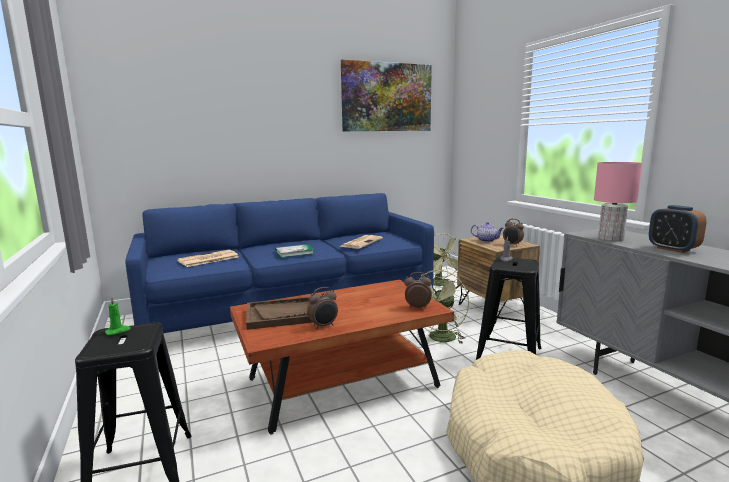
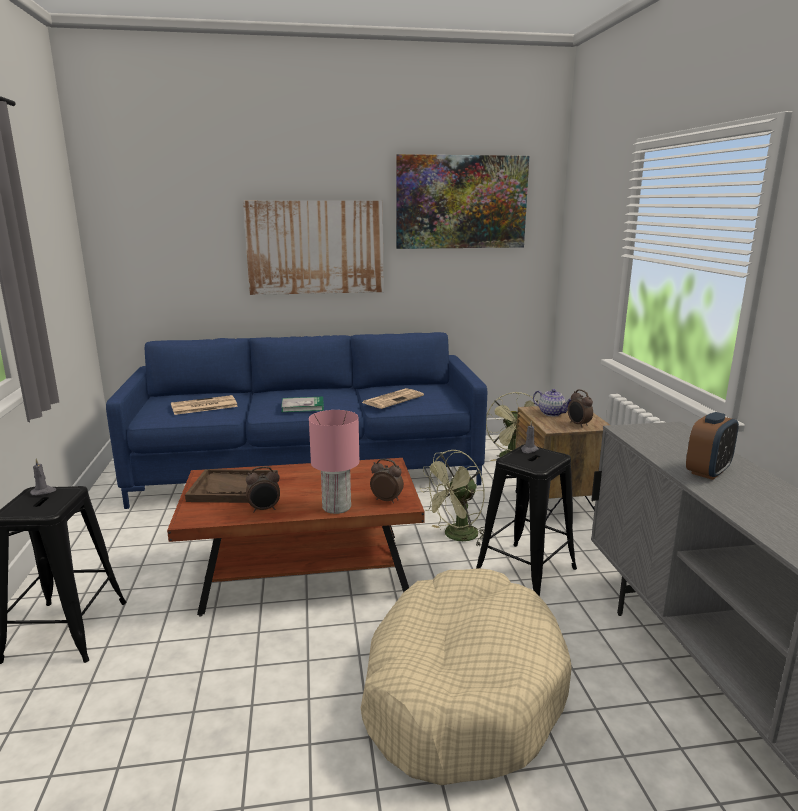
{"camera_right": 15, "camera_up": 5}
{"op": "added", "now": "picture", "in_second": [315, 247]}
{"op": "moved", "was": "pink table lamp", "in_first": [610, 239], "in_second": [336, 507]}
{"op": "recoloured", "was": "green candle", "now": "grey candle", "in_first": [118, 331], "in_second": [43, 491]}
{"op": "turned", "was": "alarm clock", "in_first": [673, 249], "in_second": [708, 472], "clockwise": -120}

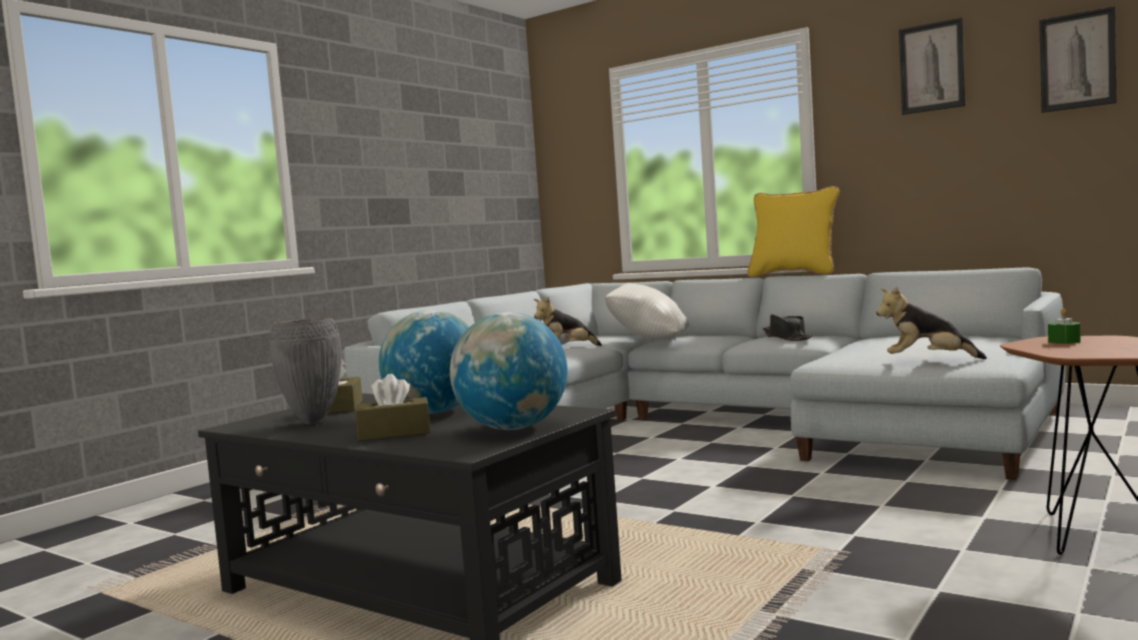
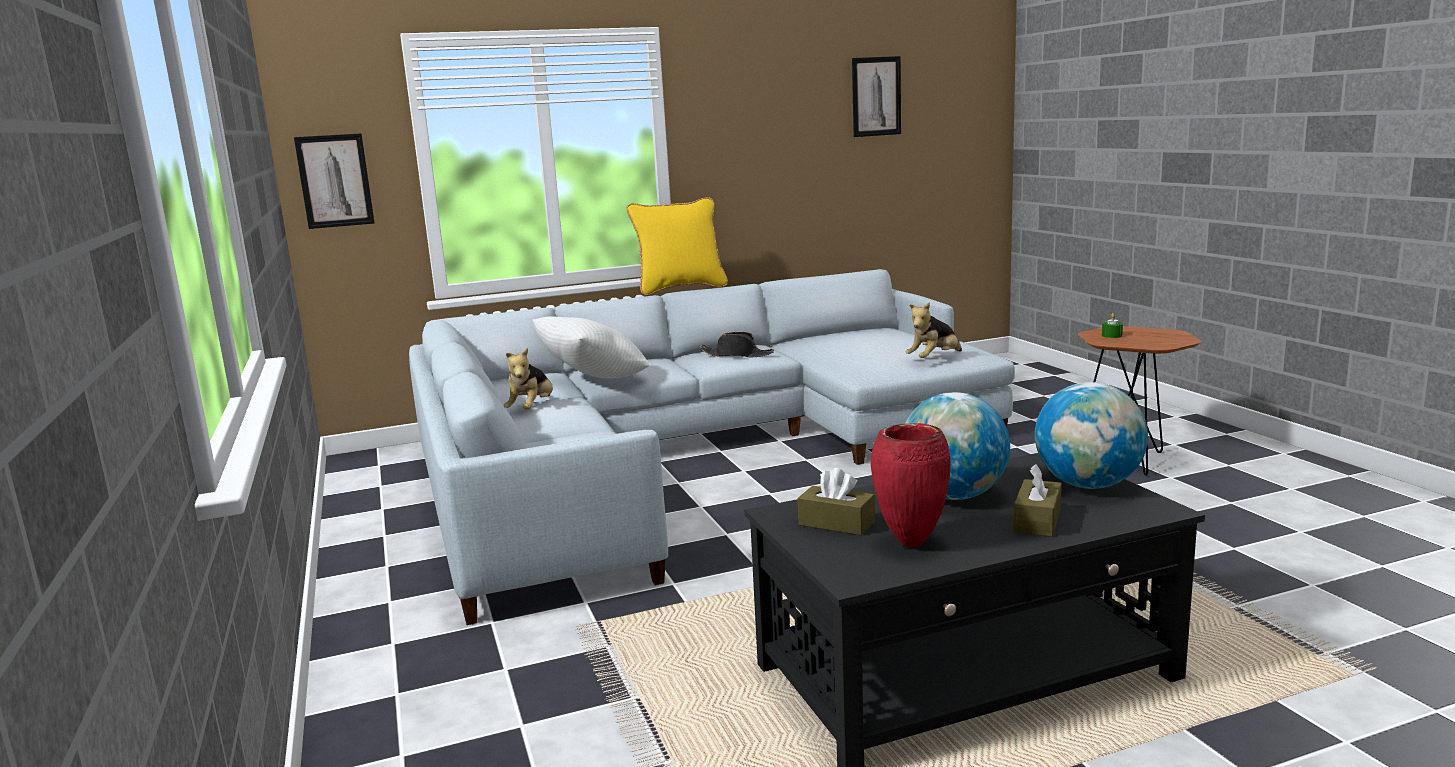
{"camera_right": -55, "camera_up": 10}
{"op": "moved", "was": "picture", "in_first": [932, 67], "in_second": [335, 181]}
{"op": "recoloured", "was": "grey vase", "now": "red vase", "in_first": [314, 422], "in_second": [909, 543]}

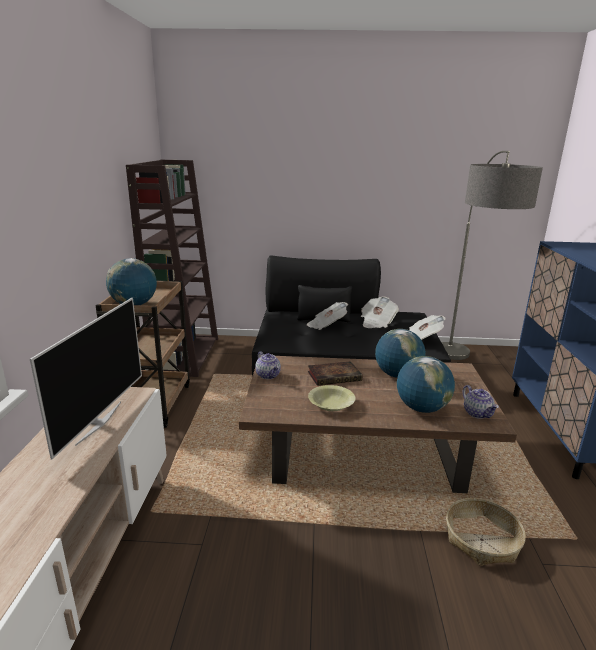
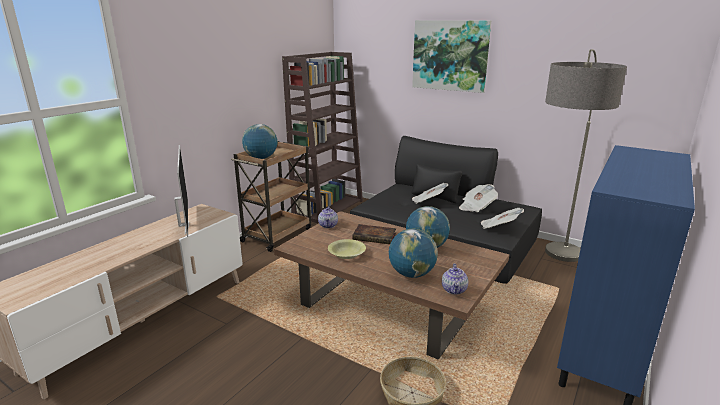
{"camera_right": 30, "camera_up": 0}
{"op": "added", "now": "picture", "in_second": [450, 55]}
{"op": "turned", "was": "television", "in_first": [98, 422], "in_second": [184, 225], "clockwise": -60}

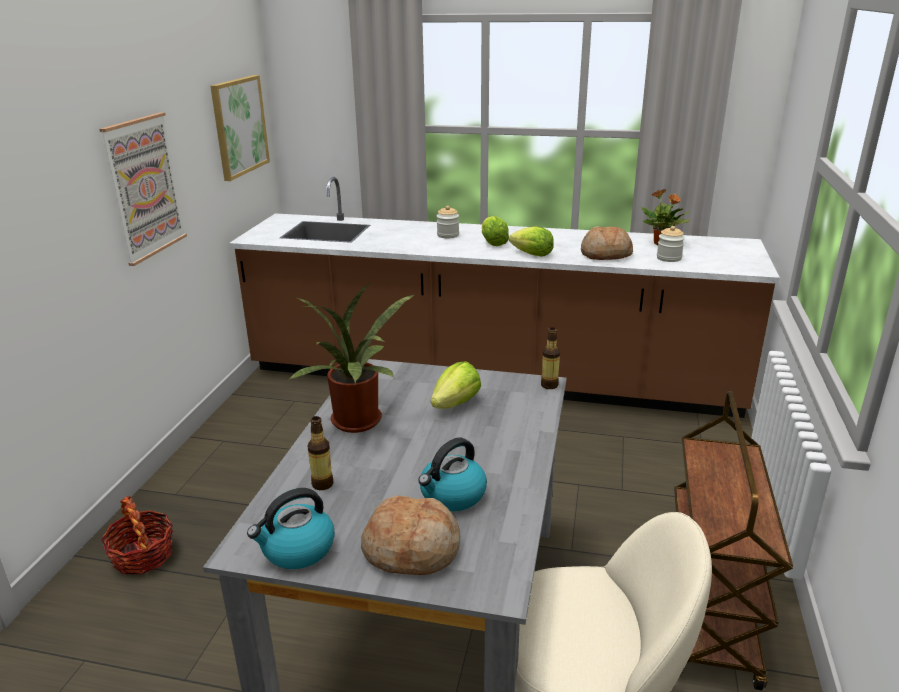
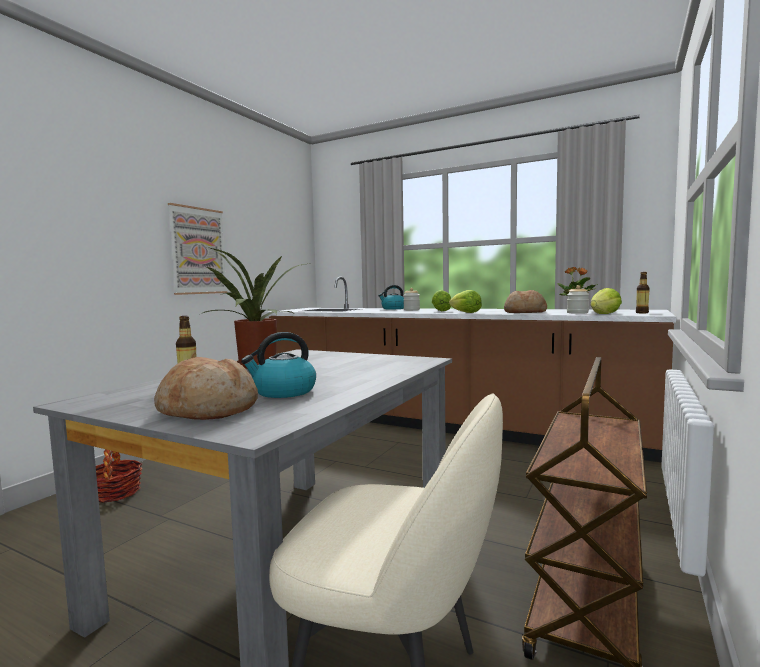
{"camera_right": 15, "camera_up": -20}
{"op": "removed", "was": "picture", "in_first": [239, 126]}
{"op": "moved", "was": "kettle", "in_first": [297, 550], "in_second": [393, 308]}
{"op": "moved", "was": "lettuce", "in_first": [456, 403], "in_second": [604, 314]}
{"op": "moved", "was": "bottle", "in_first": [549, 385], "in_second": [642, 313]}

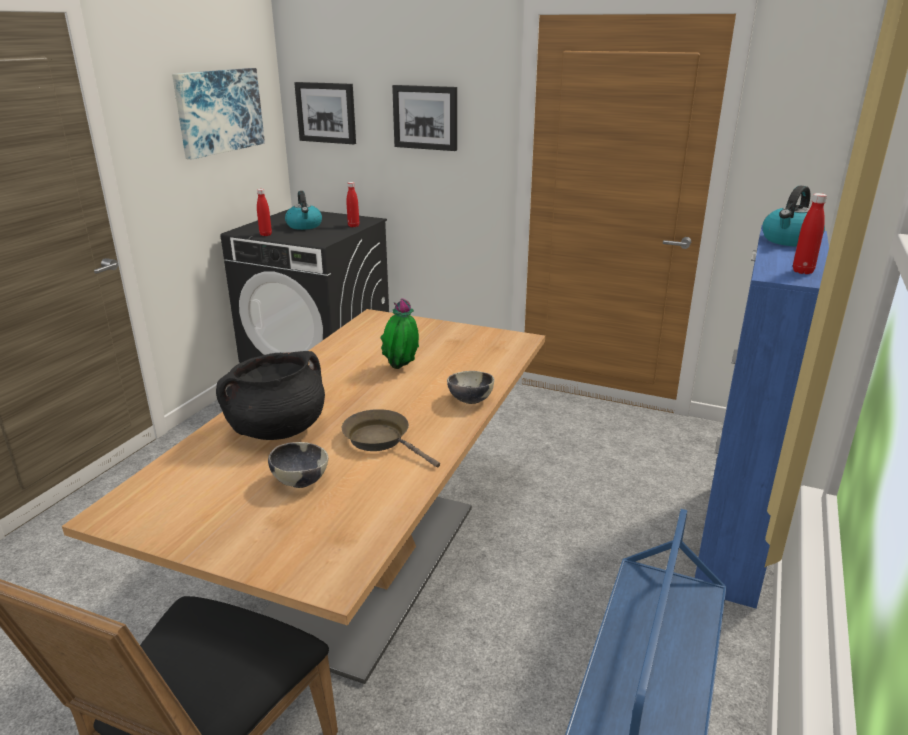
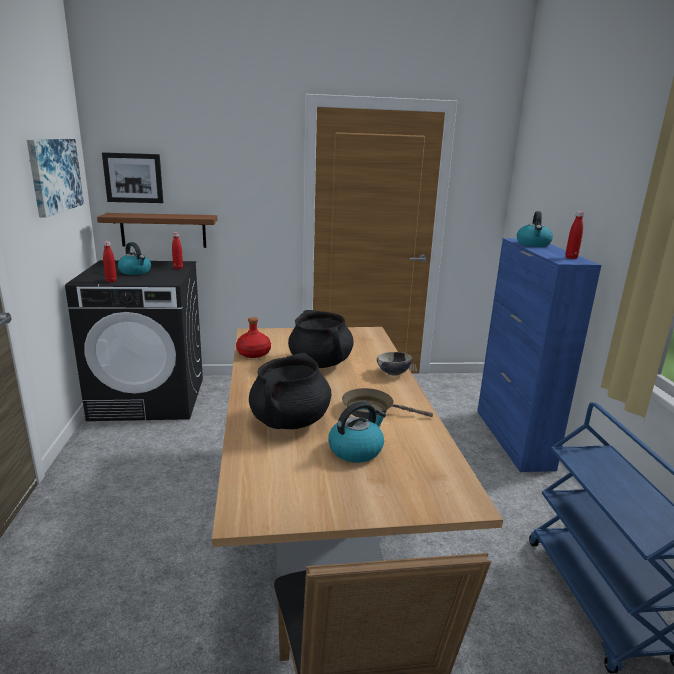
{"camera_right": -30, "camera_up": -5}
{"op": "removed", "was": "picture", "in_first": [425, 117]}
{"op": "added", "now": "brown shelf", "in_second": [163, 230]}
{"op": "added", "now": "red bottle", "in_second": [253, 353]}
{"op": "replaced", "was": "bowl", "now": "kettle", "in_first": [300, 481], "in_second": [356, 449]}
{"op": "replaced", "was": "potted plant", "now": "black cooking pot", "in_first": [401, 369], "in_second": [320, 363]}

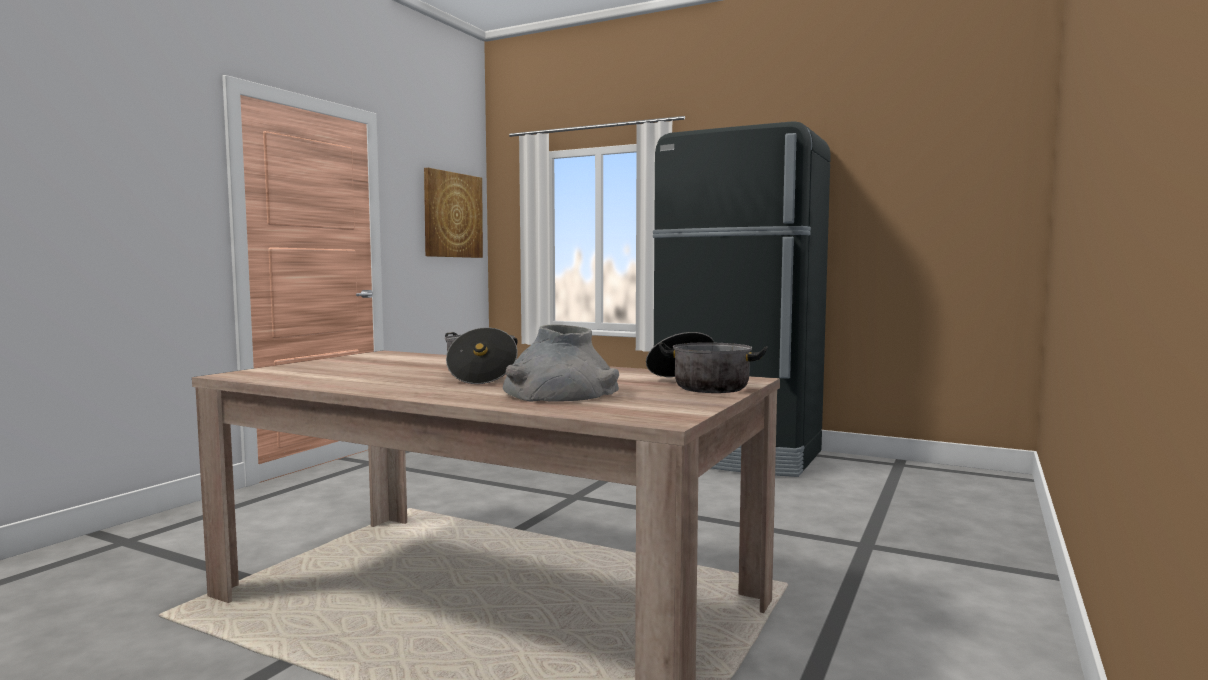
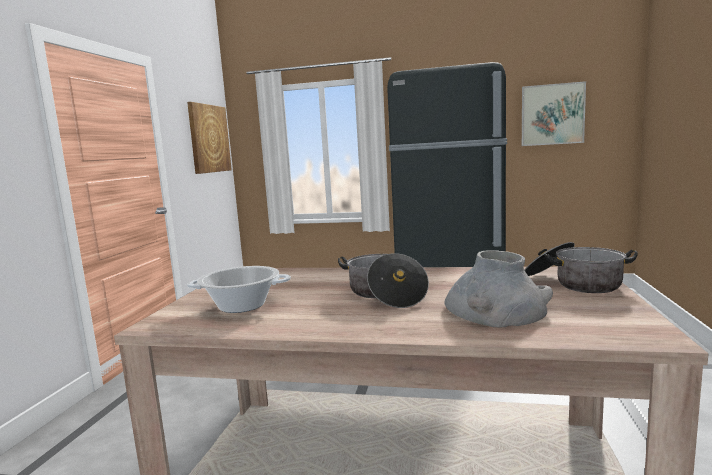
{"camera_right": -15, "camera_up": 5}
{"op": "added", "now": "cooking pot", "in_second": [242, 306]}
{"op": "added", "now": "picture", "in_second": [552, 114]}

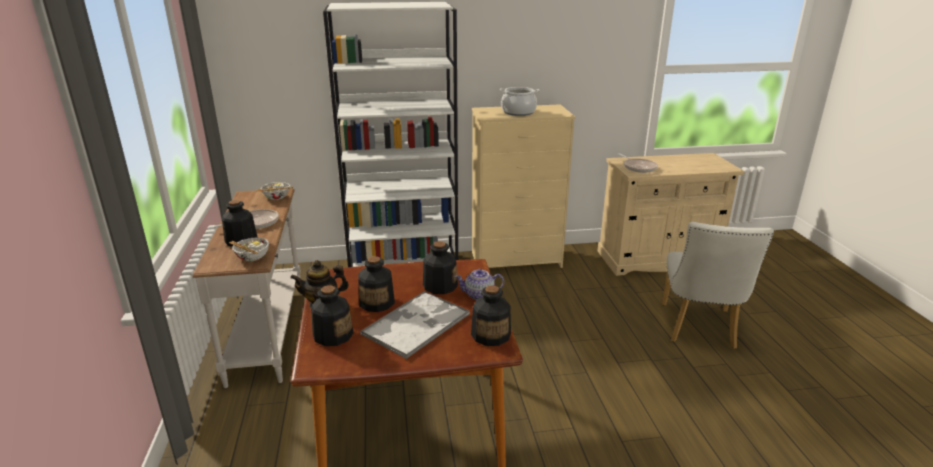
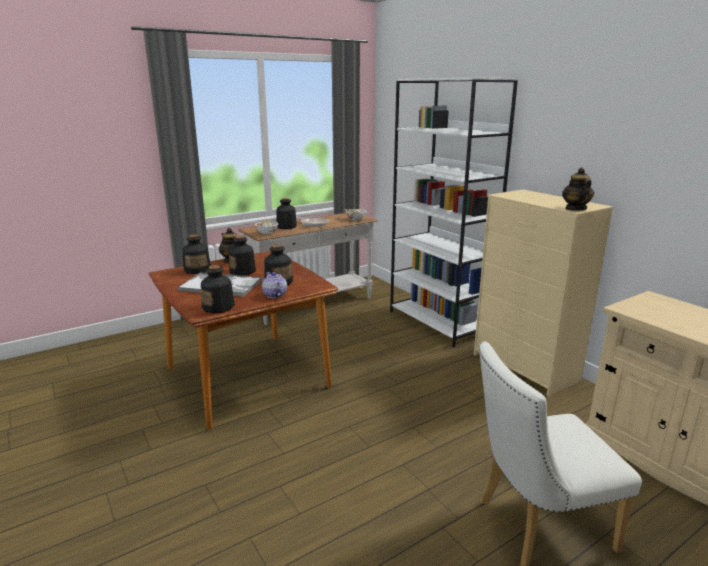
{"camera_right": 65, "camera_up": -5}
{"op": "removed", "was": "cooking pot", "in_first": [518, 112]}
{"op": "removed", "was": "frying pan", "in_first": [638, 167]}
{"op": "added", "now": "teapot", "in_second": [575, 209]}

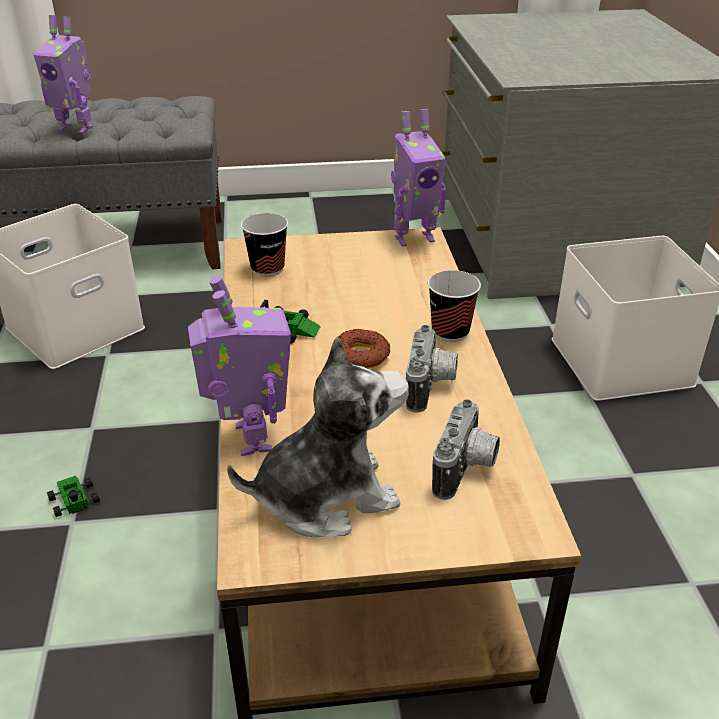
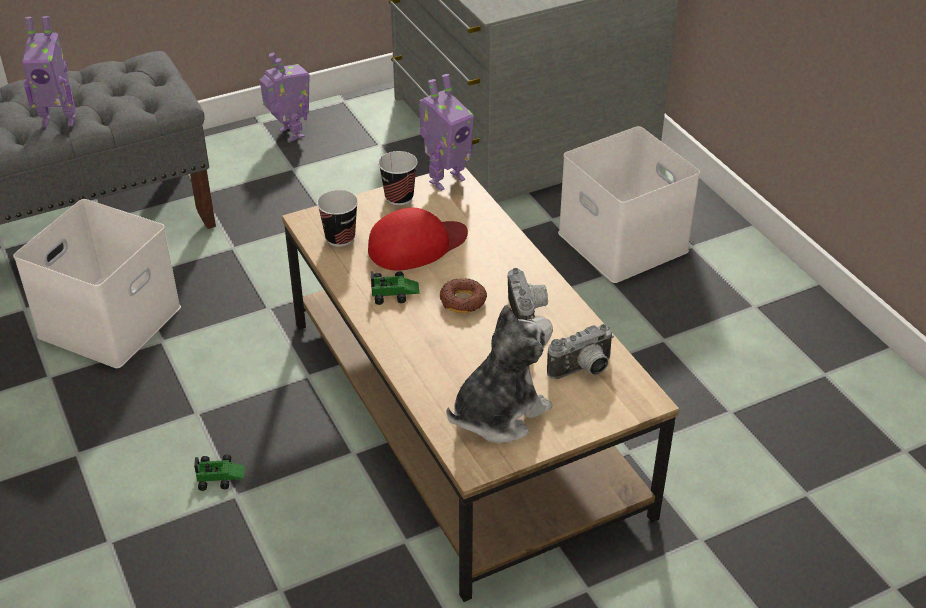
{"camera_right": -20, "camera_up": 5}
{"op": "added", "now": "red cap", "in_second": [416, 245]}
{"op": "moved", "was": "toy robot", "in_first": [249, 438], "in_second": [290, 134]}
{"op": "moved", "was": "cup", "in_first": [450, 332], "in_second": [399, 197]}
{"op": "turned", "was": "toy car", "in_first": [72, 496], "in_second": [221, 475], "clockwise": 135}
{"op": "turned", "was": "photo camera", "in_first": [466, 470], "in_second": [583, 370], "clockwise": 60}

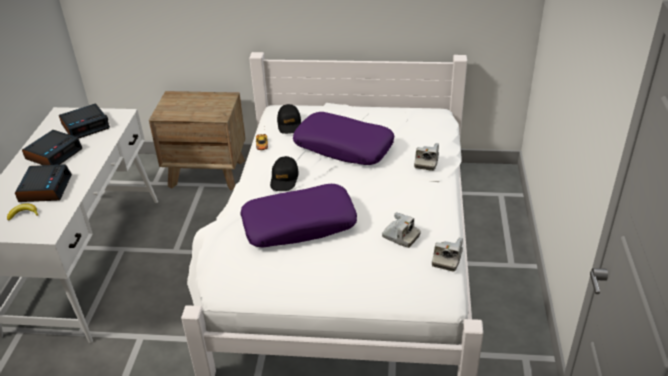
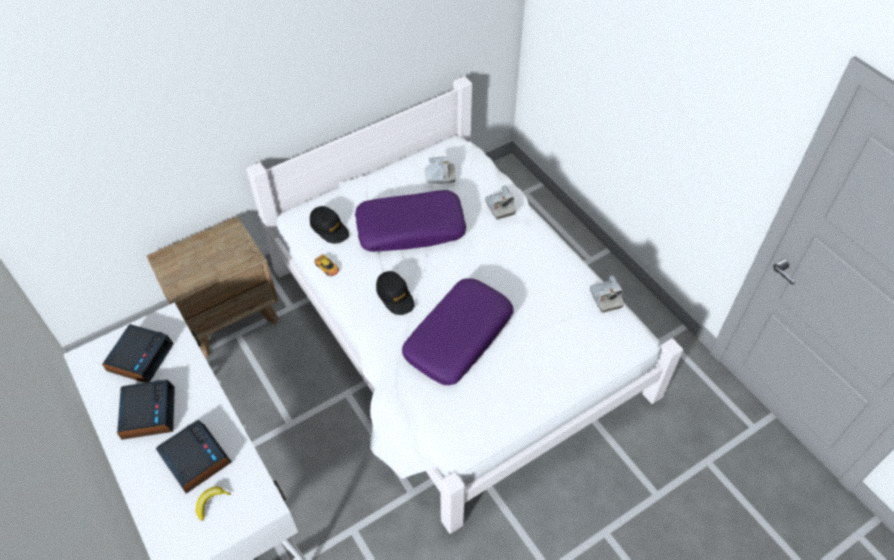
{"camera_right": -40, "camera_up": 15}
{"op": "moved", "was": "photo camera", "in_first": [400, 236], "in_second": [440, 176]}

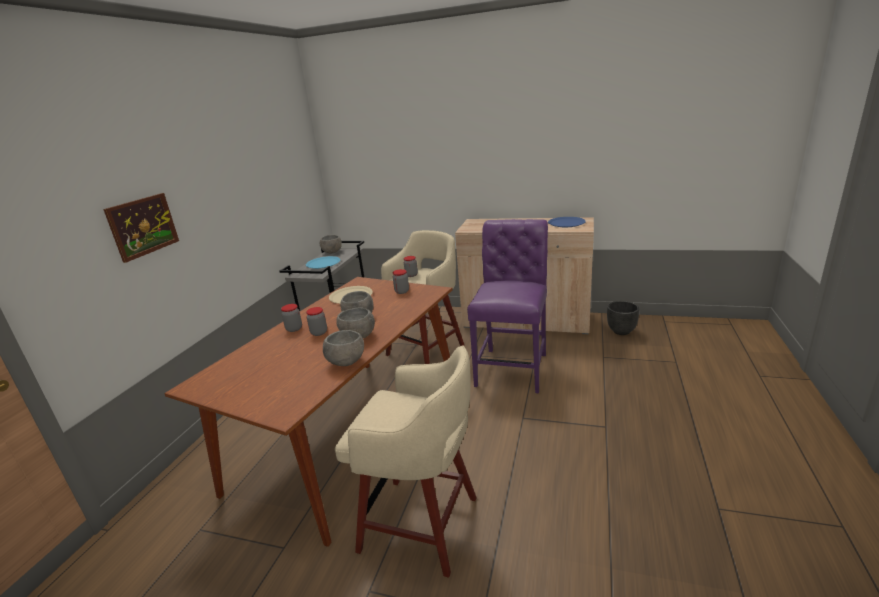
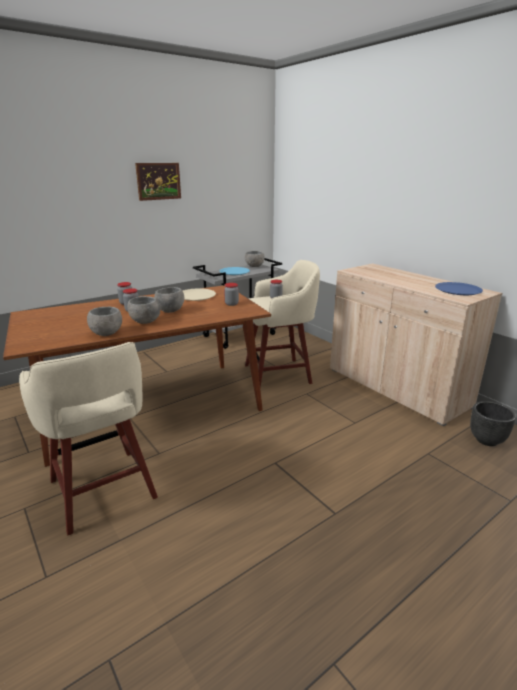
{"camera_right": 35, "camera_up": 0}
{"op": "removed", "was": "purple chair", "in_first": [513, 367]}
{"op": "moved", "was": "picture", "in_first": [143, 226], "in_second": [158, 181]}

